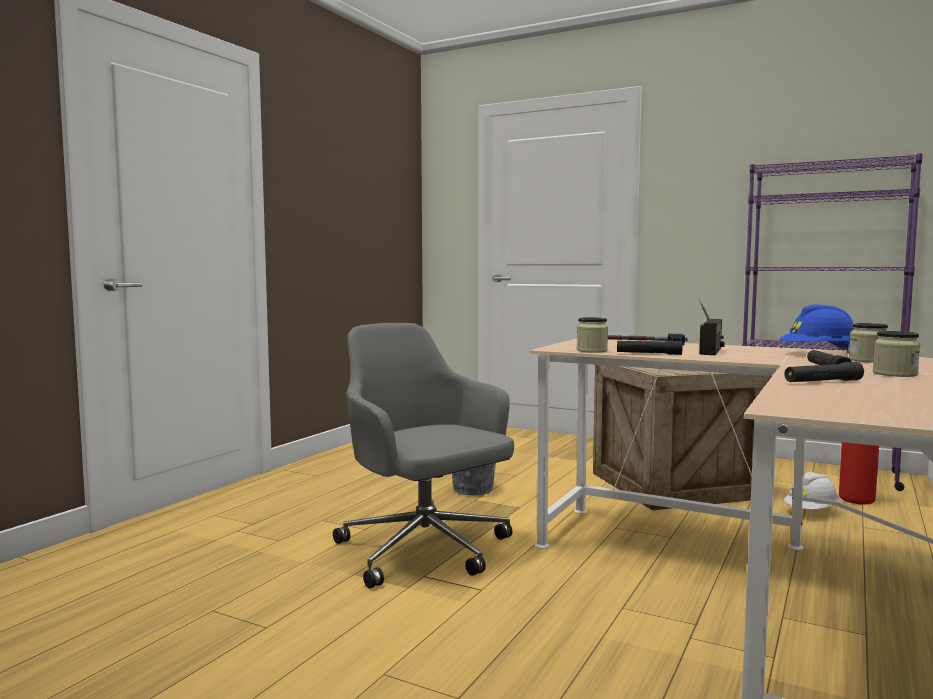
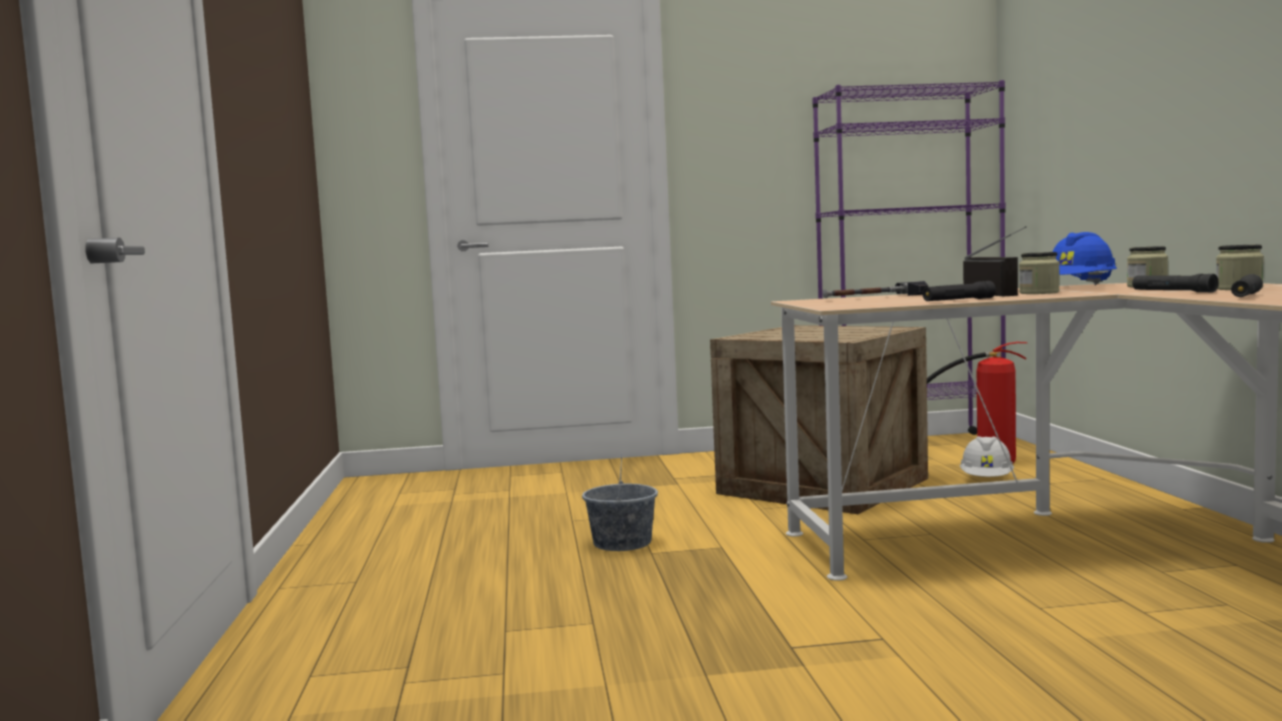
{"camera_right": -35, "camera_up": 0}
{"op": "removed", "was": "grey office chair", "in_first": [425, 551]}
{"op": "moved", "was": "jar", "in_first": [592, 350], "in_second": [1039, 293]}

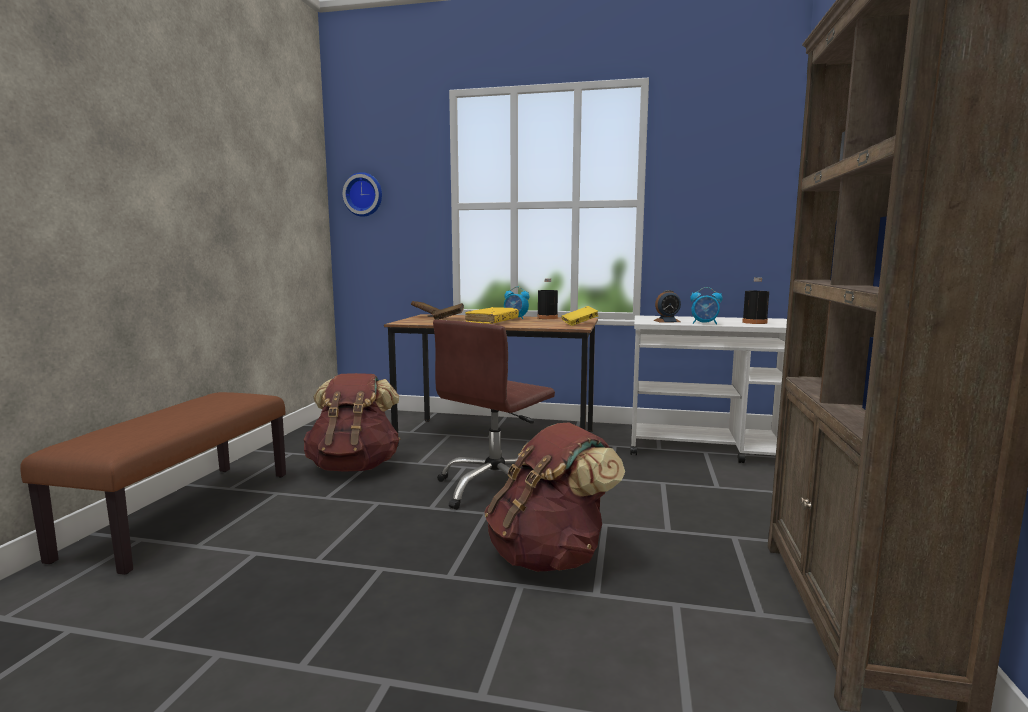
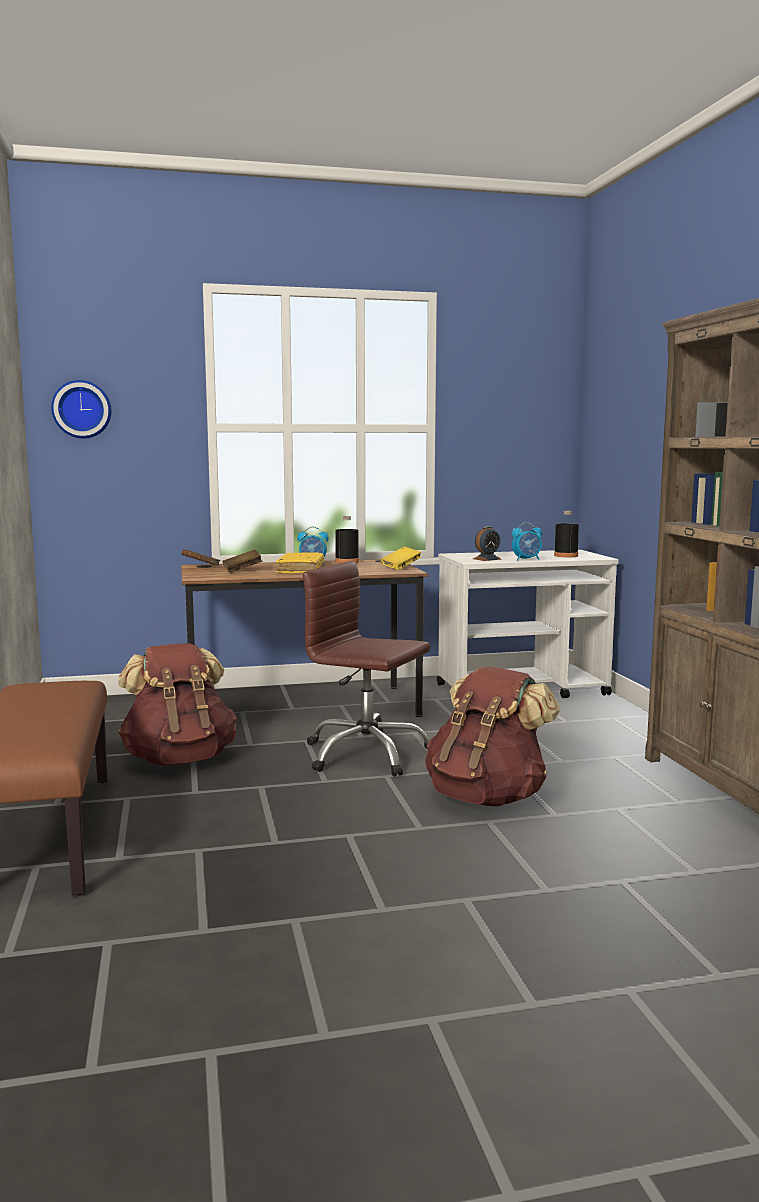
{"camera_right": -25, "camera_up": 0}
{"op": "turned", "was": "brown office chair", "in_first": [495, 488], "in_second": [366, 754], "clockwise": 105}

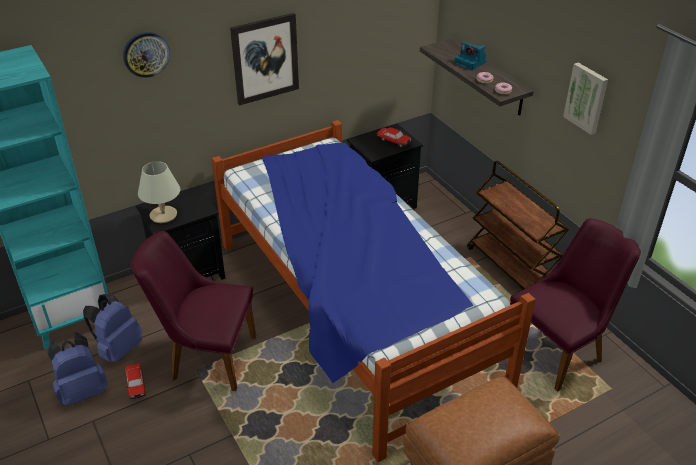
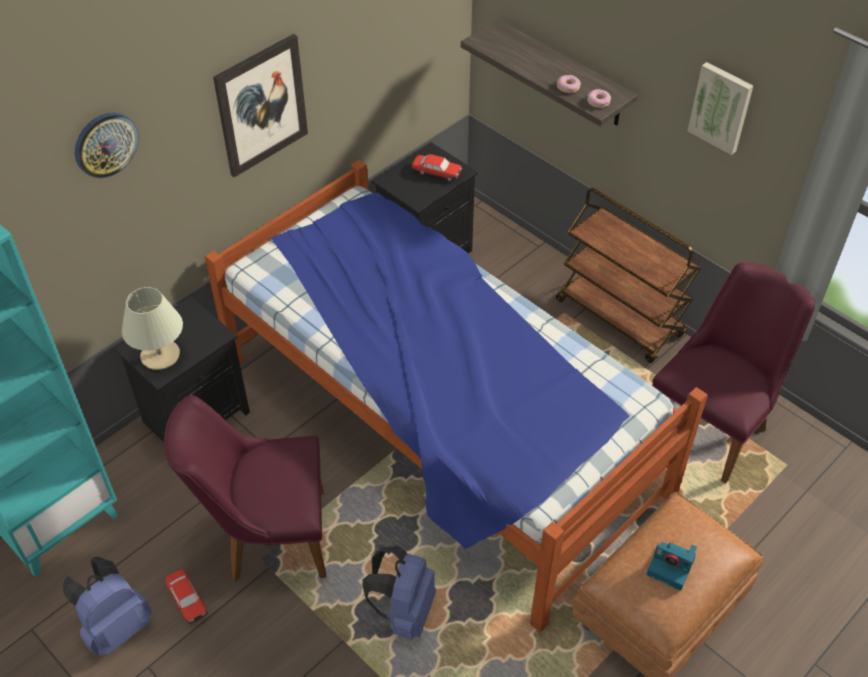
{"camera_right": -15, "camera_up": 10}
{"op": "moved", "was": "blue backpack", "in_first": [118, 349], "in_second": [404, 611]}
{"op": "moved", "was": "photo camera", "in_first": [471, 63], "in_second": [672, 567]}

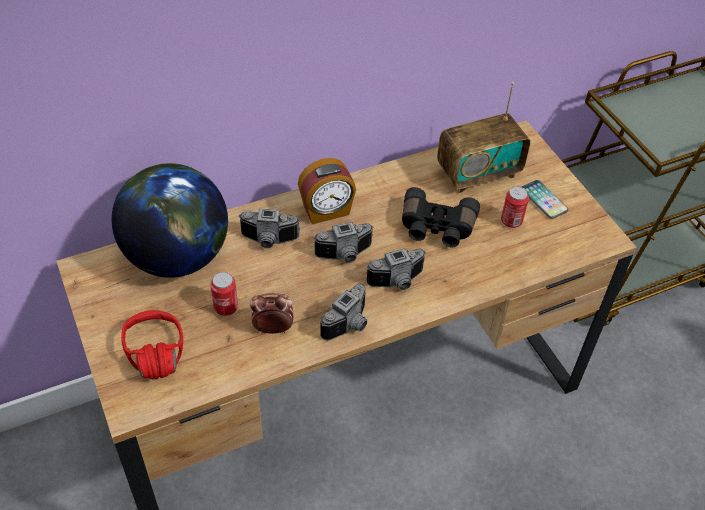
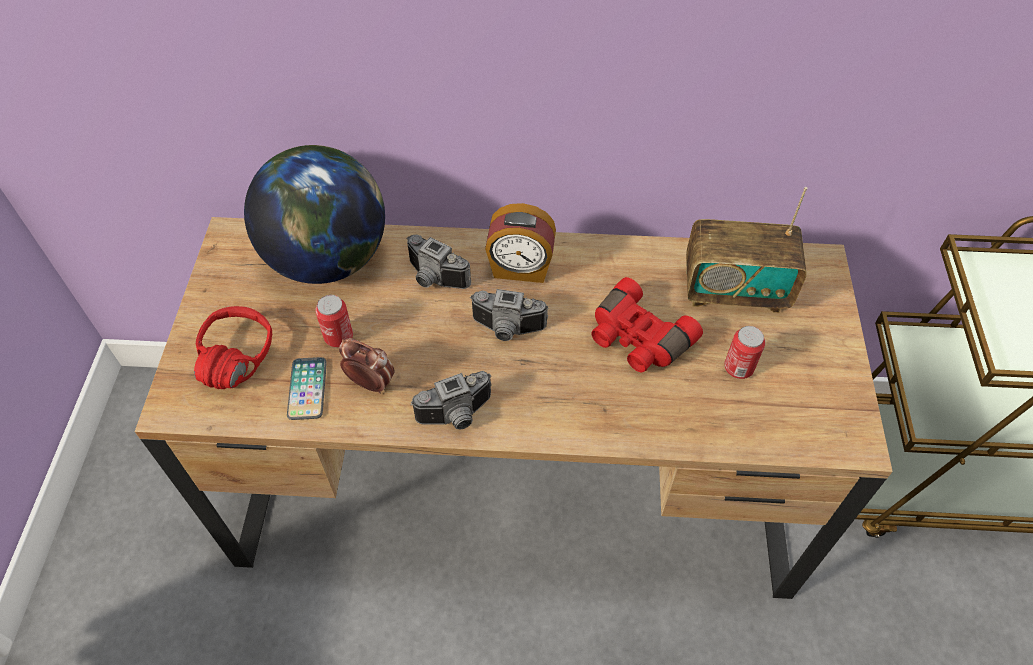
{"camera_right": 30, "camera_up": 5}
{"op": "removed", "was": "photo camera", "in_first": [398, 282]}
{"op": "moved", "was": "phone", "in_first": [543, 200], "in_second": [307, 389]}
{"op": "recoloured", "was": "black binoculars", "now": "red binoculars", "in_first": [436, 228], "in_second": [637, 339]}

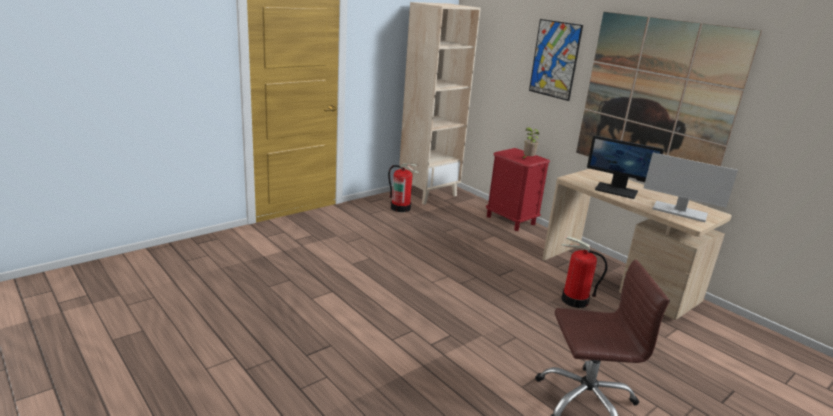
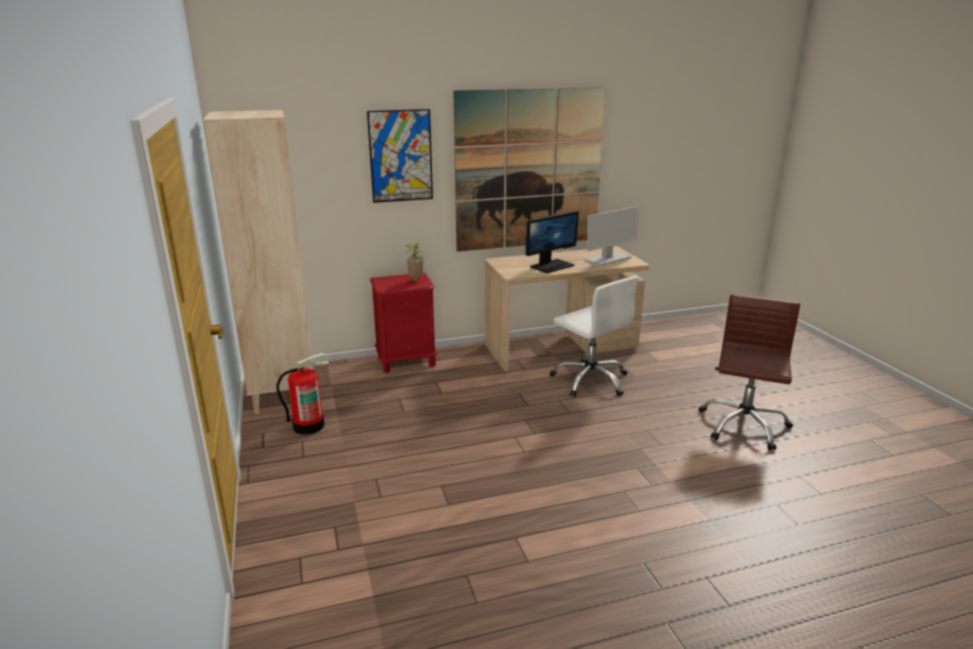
{"camera_right": -65, "camera_up": 0}
{"op": "replaced", "was": "fire extinguisher", "now": "white office chair", "in_first": [574, 300], "in_second": [590, 380]}

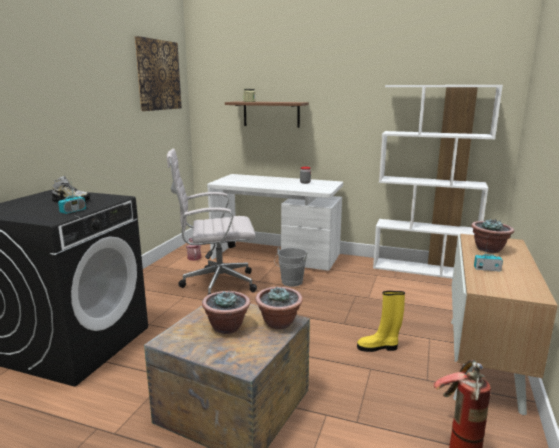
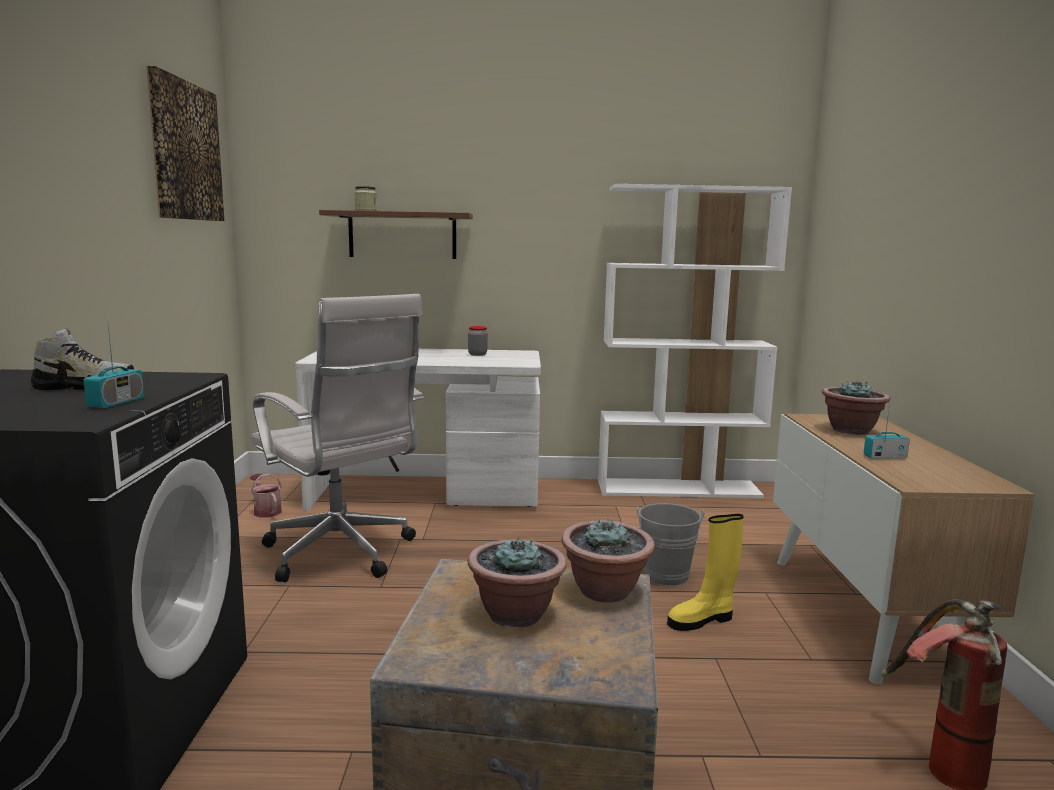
{"camera_right": -20, "camera_up": -5}
{"op": "moved", "was": "grey bucket", "in_first": [291, 283], "in_second": [666, 578]}
{"op": "turned", "was": "white office chair", "in_first": [216, 284], "in_second": [342, 555], "clockwise": -105}

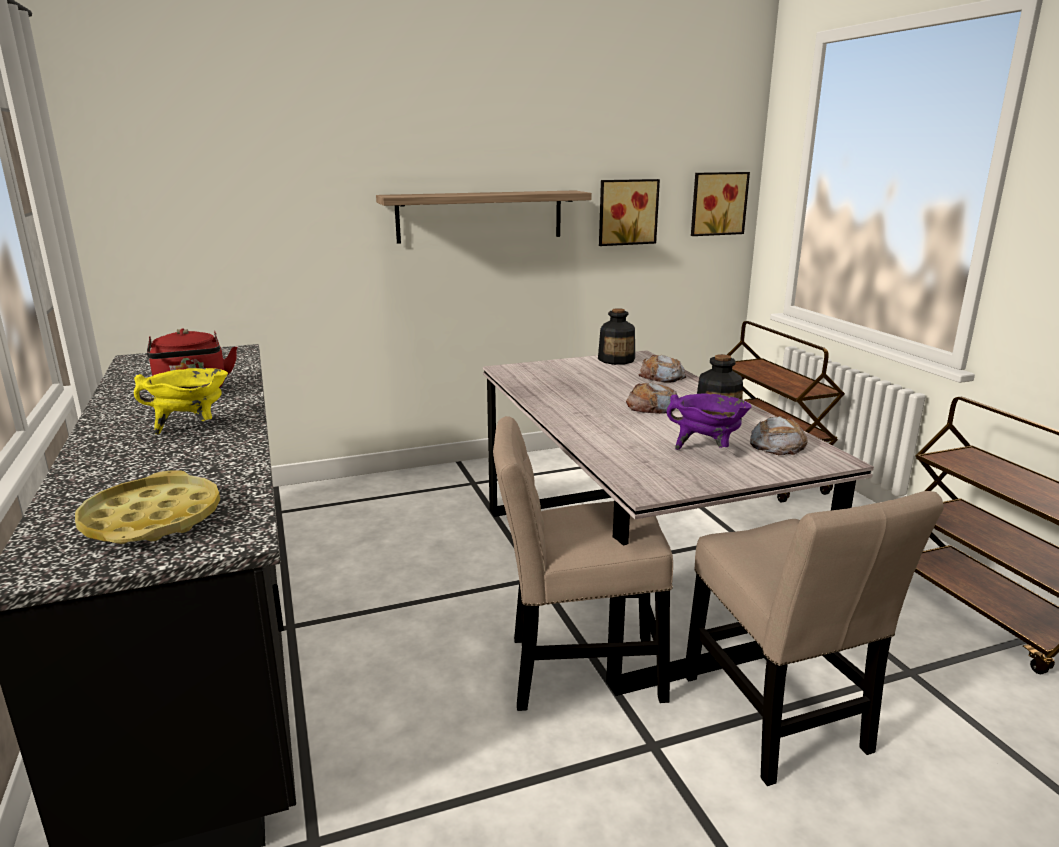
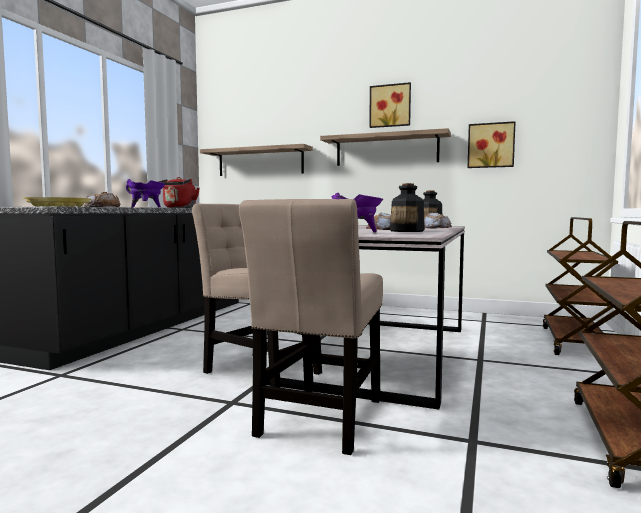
{"camera_right": 40, "camera_up": -15}
{"op": "added", "now": "shelf", "in_second": [260, 162]}
{"op": "moved", "was": "picture", "in_first": [717, 203], "in_second": [390, 106]}
{"op": "moved", "was": "bread", "in_first": [777, 445], "in_second": [102, 207]}
{"op": "recoloured", "was": "yellow cooking pot", "now": "purple cooking pot", "in_first": [192, 427], "in_second": [146, 207]}

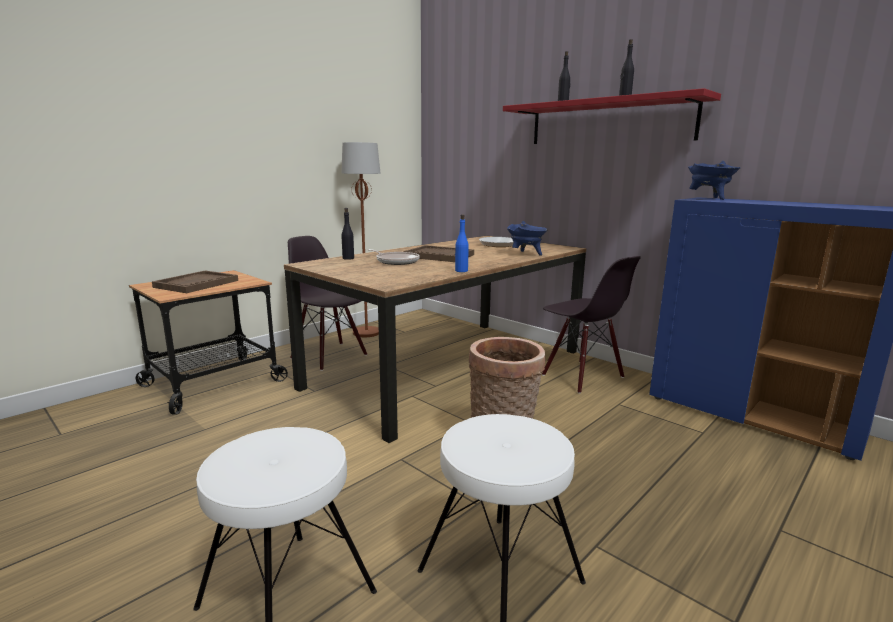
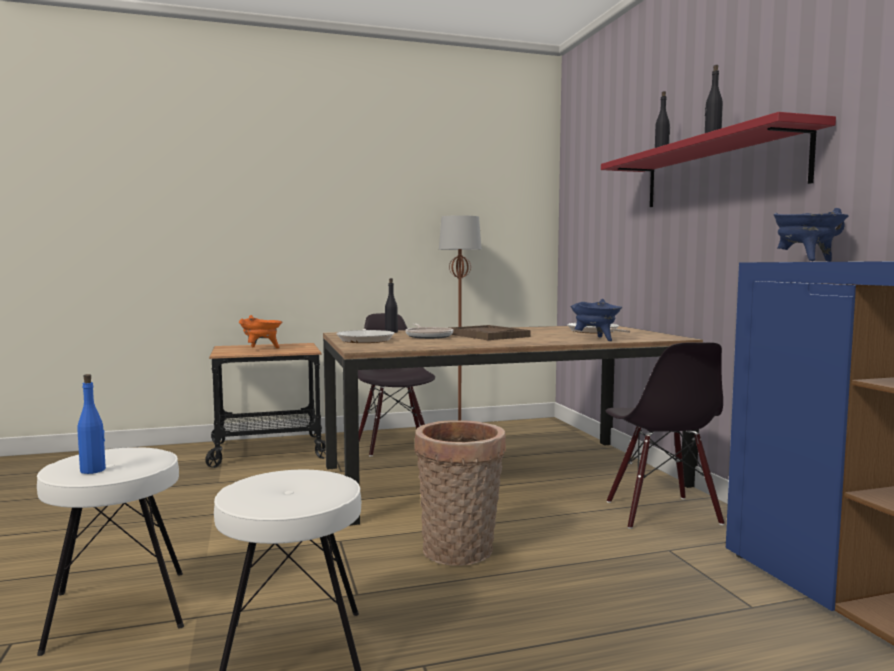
{"camera_right": 30, "camera_up": -10}
{"op": "added", "now": "frying pan", "in_second": [365, 340]}
{"op": "moved", "was": "blue bottle", "in_first": [461, 271], "in_second": [93, 470]}
{"op": "replaced", "was": "brown tray", "now": "orange cooking pot", "in_first": [196, 284], "in_second": [261, 349]}

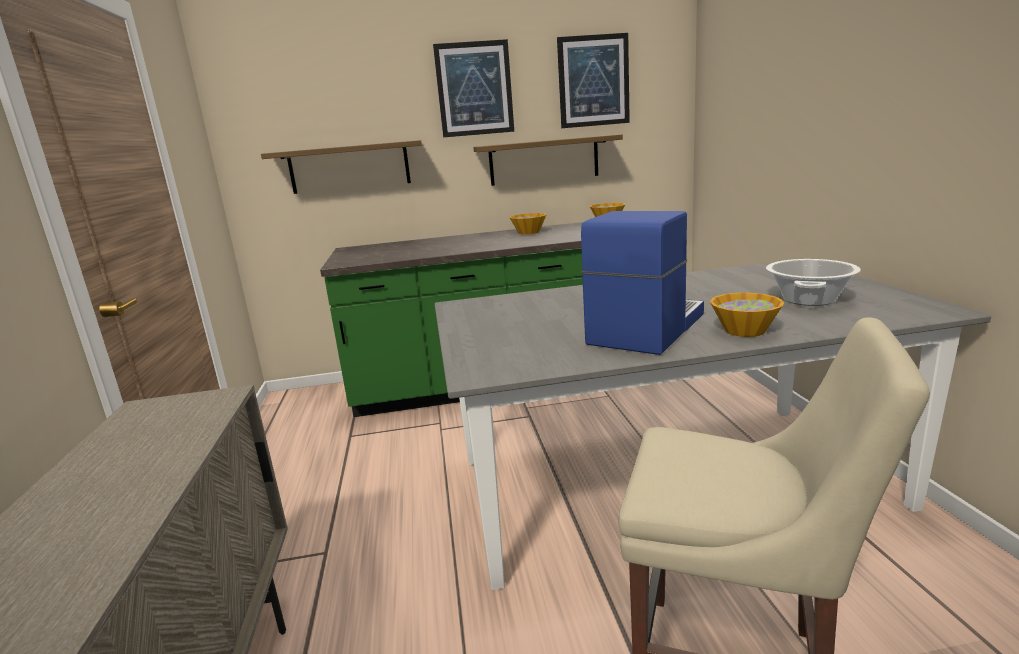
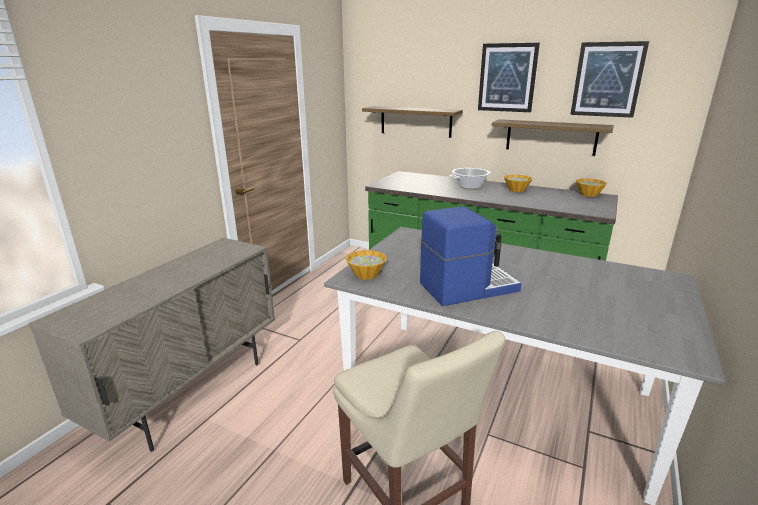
{"camera_right": 35, "camera_up": 5}
{"op": "moved", "was": "bowl", "in_first": [744, 330], "in_second": [366, 274]}
{"op": "moved", "was": "cooking pot", "in_first": [809, 299], "in_second": [469, 186]}

